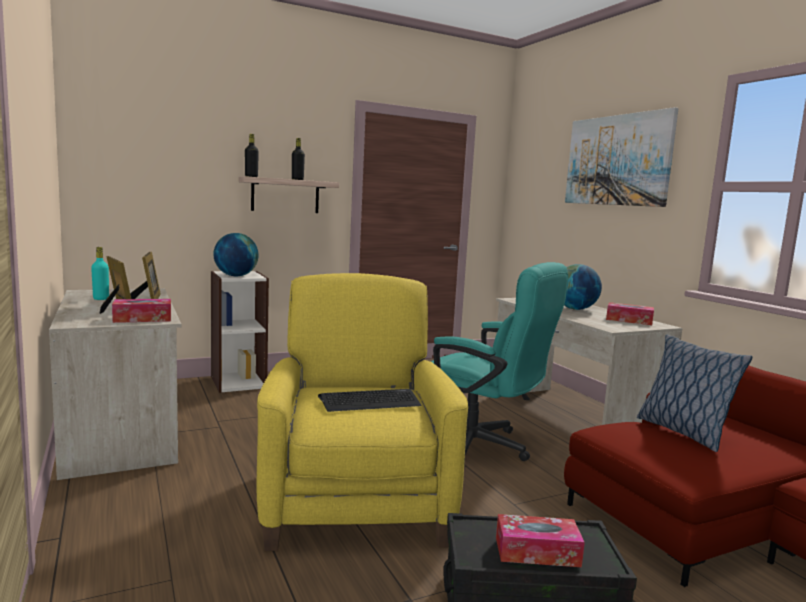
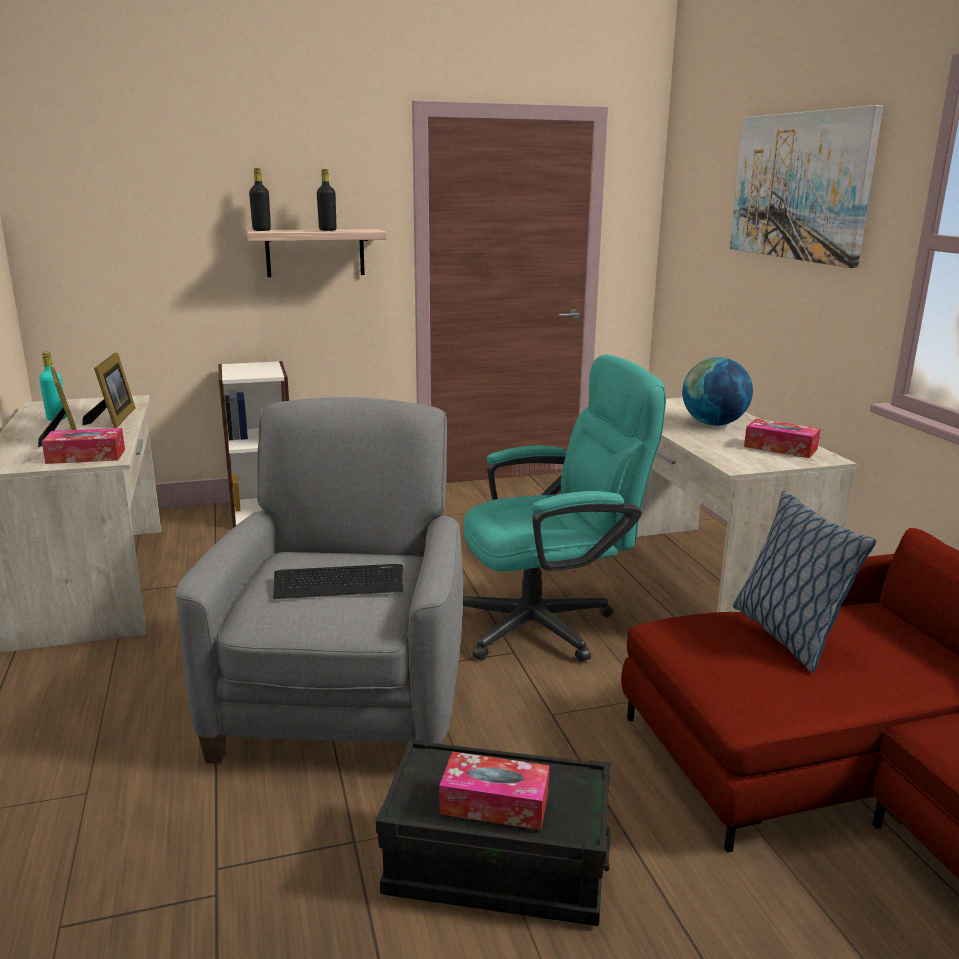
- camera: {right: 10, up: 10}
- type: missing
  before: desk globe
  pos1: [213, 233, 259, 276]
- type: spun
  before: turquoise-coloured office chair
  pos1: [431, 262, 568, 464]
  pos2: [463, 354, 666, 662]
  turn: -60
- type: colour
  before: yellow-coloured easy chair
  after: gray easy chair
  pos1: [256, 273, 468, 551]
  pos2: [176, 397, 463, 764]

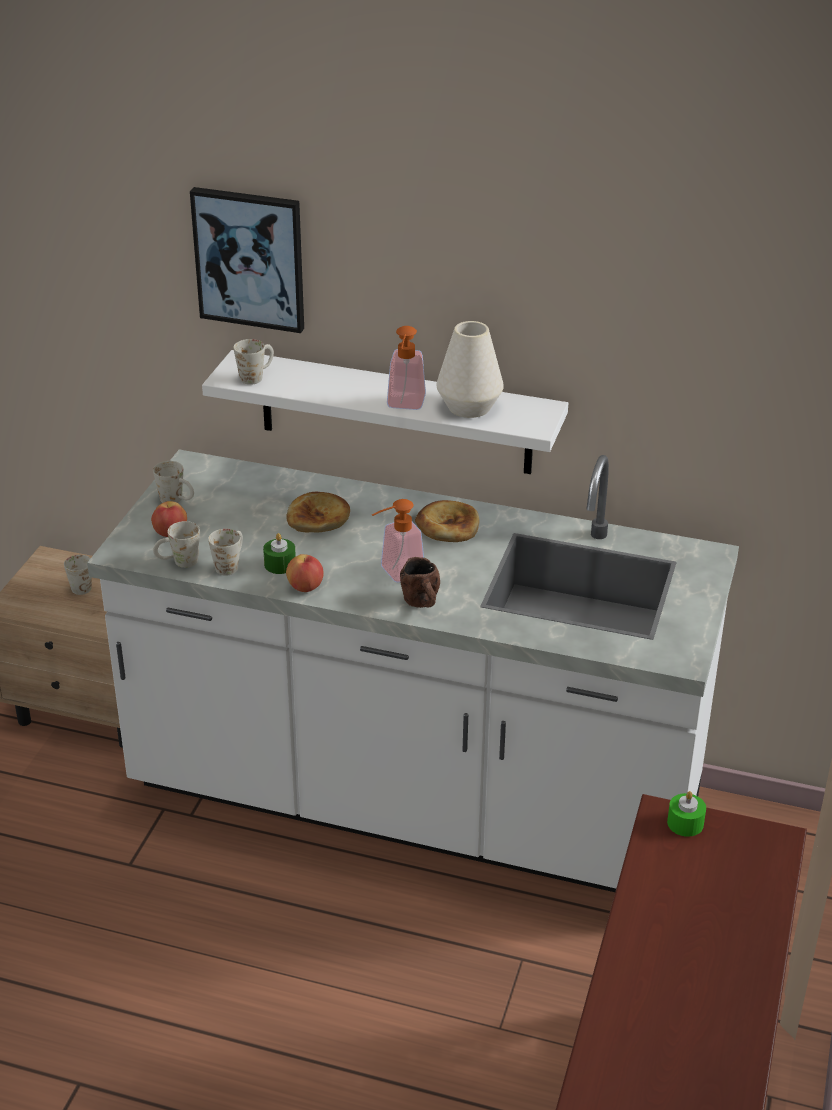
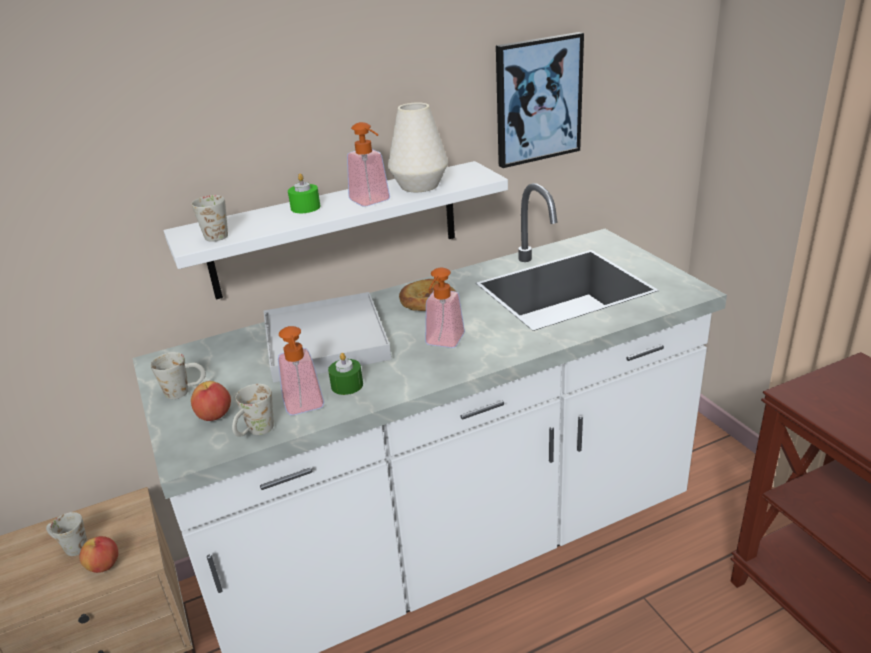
- camera: {right: -40, up: -5}
- type: relocated
  before: picture
  pos1: [190, 187, 304, 333]
  pos2: [496, 32, 584, 168]
- type: exchanged
  before: bakery bread
  after: whitish carrying tray
  pos1: [287, 492, 350, 533]
  pos2: [263, 292, 391, 383]
- type: exchanged
  before: whitish tea mug
  after: soap bottle
  pos1: [208, 529, 243, 575]
  pos2: [278, 326, 324, 415]
- type: relocated
  before: apple
  pos1: [286, 554, 323, 592]
  pos2: [79, 536, 118, 573]
- type: missing
  before: brownish tea mug
  pos1: [400, 557, 440, 608]
- type: relocated
  before: greenish wax light
  pos1: [667, 791, 706, 837]
  pos2: [288, 173, 320, 213]

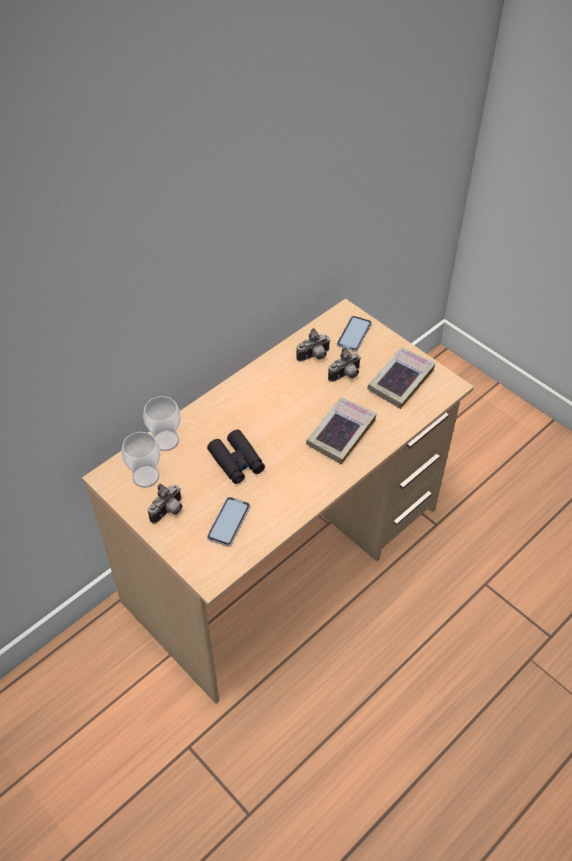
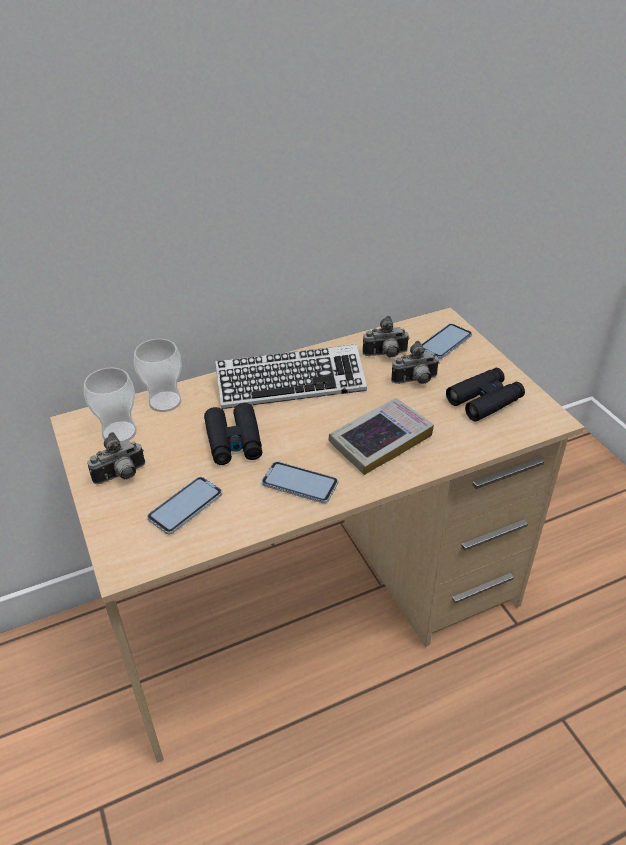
- camera: {right: 20, up: -10}
- type: exchanged
  before: bound book
  after: blackish binoculars
  pos1: [367, 347, 435, 409]
  pos2: [446, 368, 525, 421]
- type: appeared
  after: keyboard
  pos2: [215, 344, 367, 409]
- type: appeared
  after: telephone
  pos2: [262, 461, 338, 503]

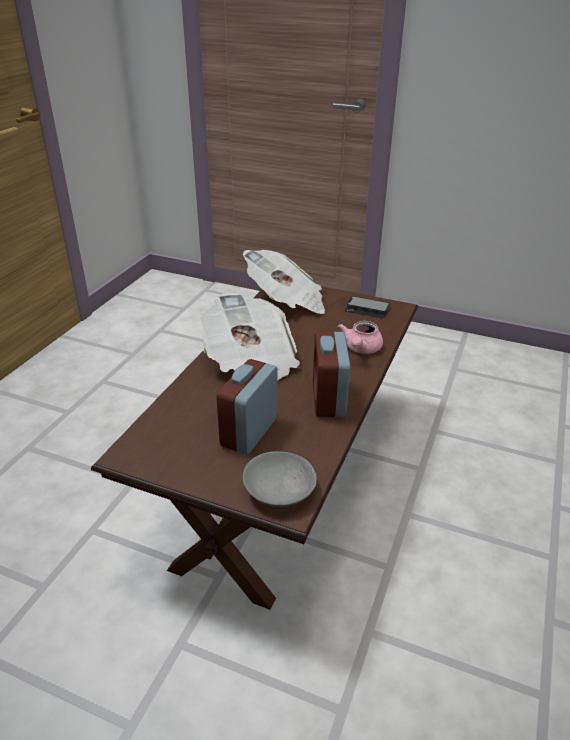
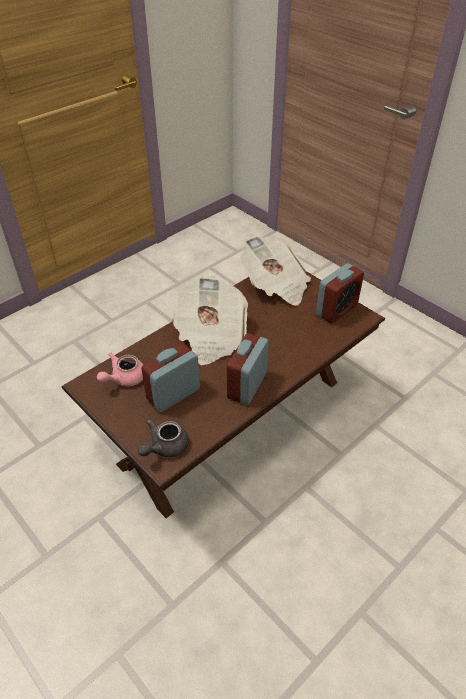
- camera: {right: 25, up: 10}
- type: exchanged
  before: telephone
  after: alarm clock
  pos1: [345, 296, 390, 318]
  pos2: [316, 264, 364, 324]
- type: relocated
  before: pink-coloured tea pot
  pos1: [338, 321, 383, 354]
  pos2: [97, 353, 143, 387]
- type: exchanged
  before: gray serving bowl
  after: gray tea pot
  pos1: [243, 451, 317, 507]
  pos2: [138, 420, 189, 457]

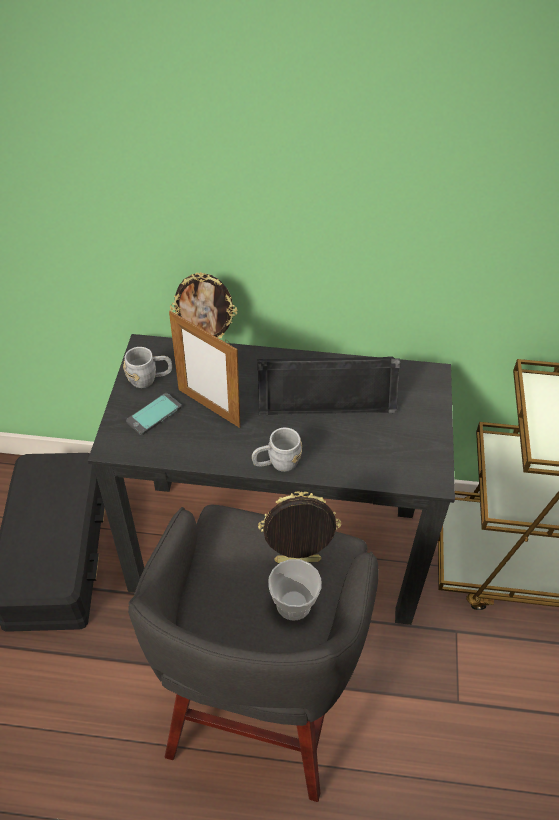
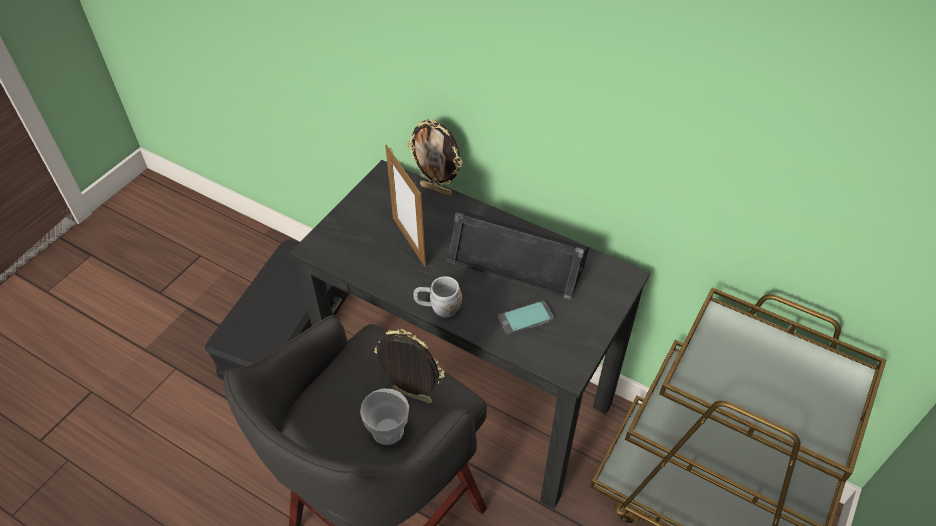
- camera: {right: 25, up: 0}
- type: missing
  before: gray tea mug
  pos1: [123, 347, 172, 388]
- type: relocated
  before: telephone
  pos1: [126, 393, 182, 435]
  pos2: [498, 301, 554, 335]

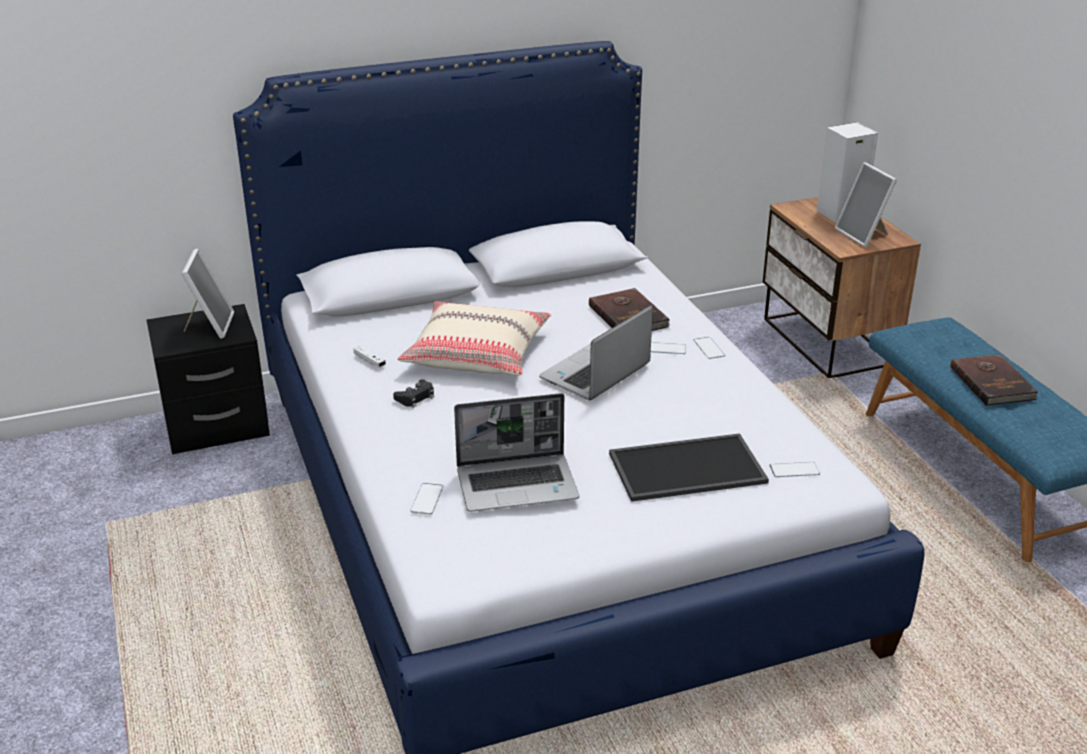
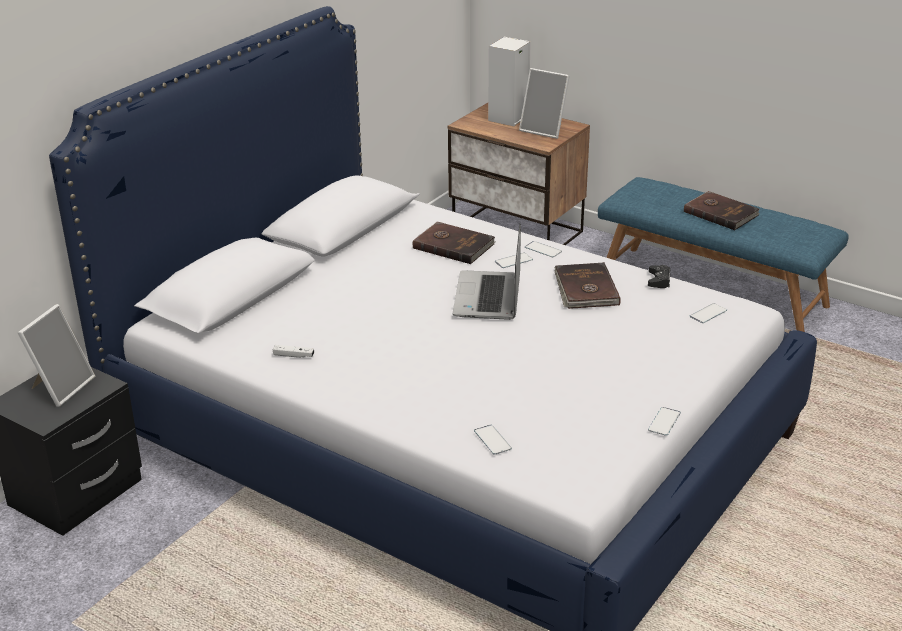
- camera: {right: -35, up: 0}
- type: spun
  before: picture frame
  pos1: [181, 249, 234, 338]
  pos2: [17, 304, 95, 407]
  turn: 60
- type: missing
  before: sand-coloured cushion
  pos1: [398, 301, 551, 375]
- type: relocated
  before: blackish gamepad
  pos1: [393, 379, 434, 408]
  pos2: [648, 265, 670, 288]
- type: missing
  before: laptop
  pos1: [454, 393, 579, 512]
- type: missing
  before: carrying tray
  pos1: [609, 433, 769, 502]
- type: appeared
  after: brownish bound book
  pos2: [554, 262, 621, 309]
- type: appeared
  after: telephone
  pos2: [648, 407, 681, 436]

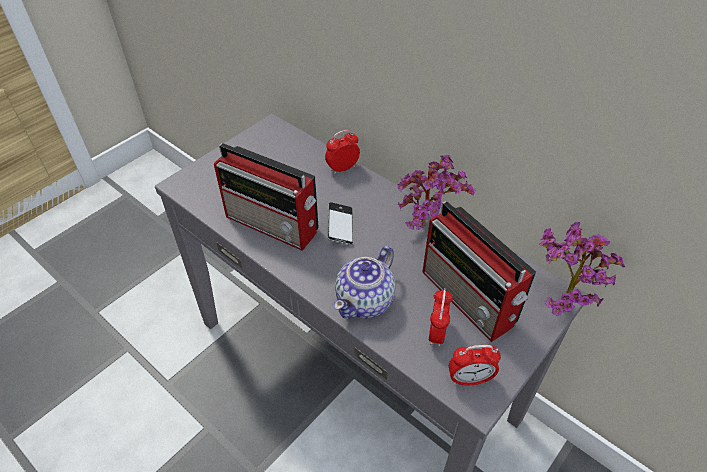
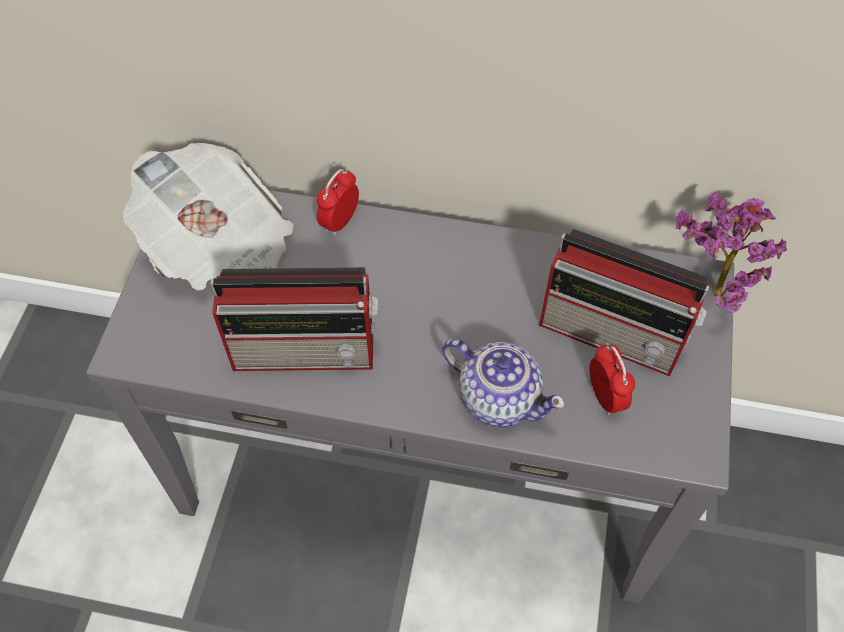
- camera: {right: -30, up: 10}
- type: missing
  before: potted plant
  pos1: [398, 155, 476, 230]
- type: missing
  before: telephone
  pos1: [328, 202, 353, 245]
- type: spun
  before: tea pot
  pos1: [334, 246, 395, 319]
  pos2: [442, 339, 566, 428]
  turn: -60
- type: missing
  before: alarm clock
  pos1: [449, 345, 501, 385]
- type: appeared
  after: printed paper
  pos2: [122, 143, 294, 291]

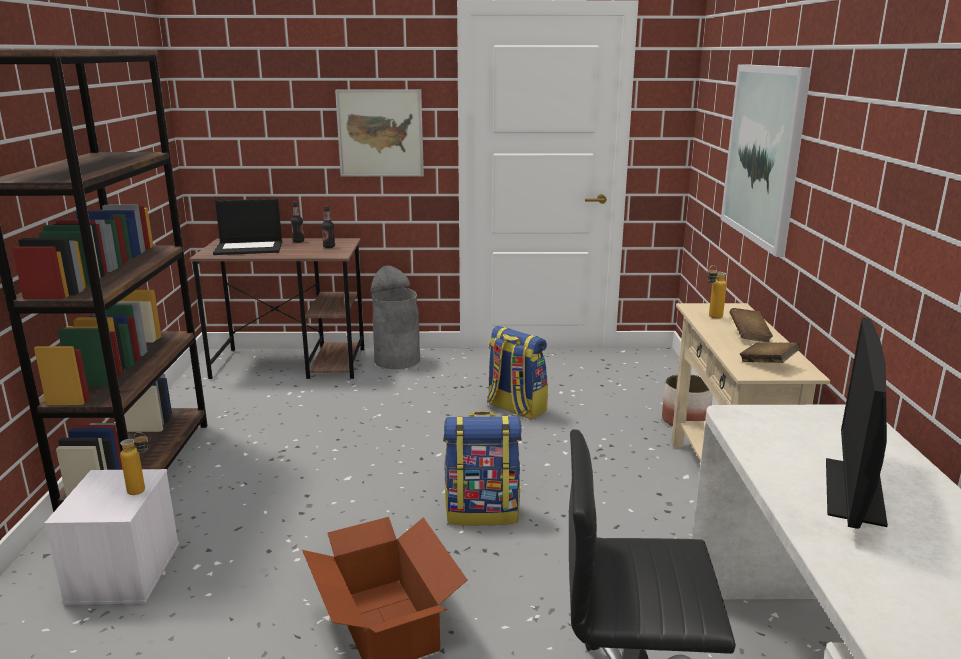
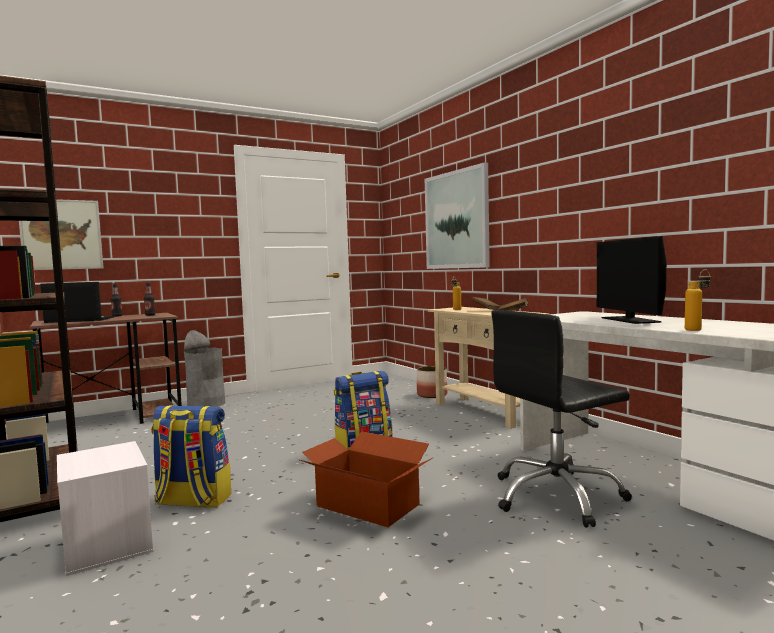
- camera: {right: -30, up: -15}
- type: relocated
  before: picture
  pos1: [335, 89, 424, 177]
  pos2: [19, 199, 104, 270]
- type: spun
  before: laptop
  pos1: [213, 199, 282, 255]
  pos2: [40, 282, 114, 323]
  turn: -150
- type: relocated
  before: knapsack
  pos1: [487, 326, 548, 420]
  pos2: [151, 405, 231, 508]
- type: relocated
  before: bottle
  pos1: [120, 432, 148, 495]
  pos2: [685, 269, 711, 331]

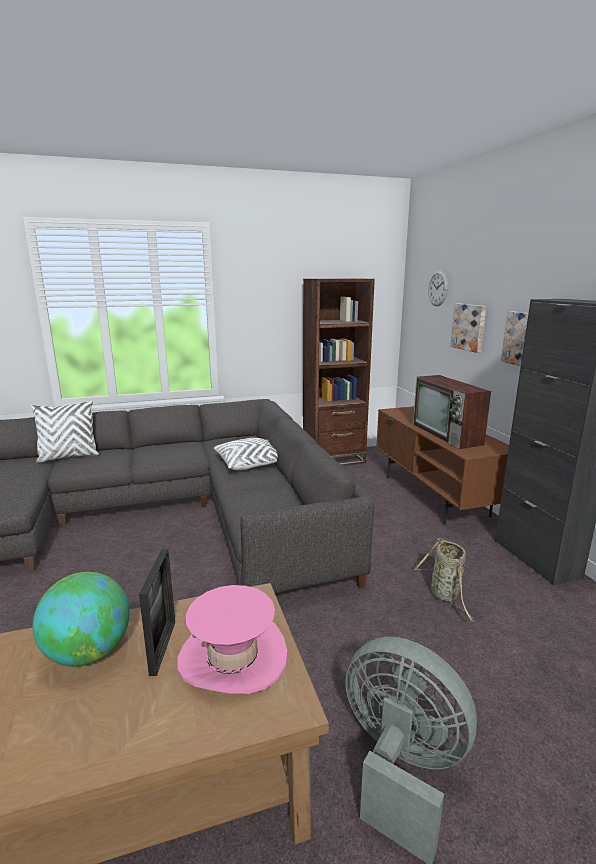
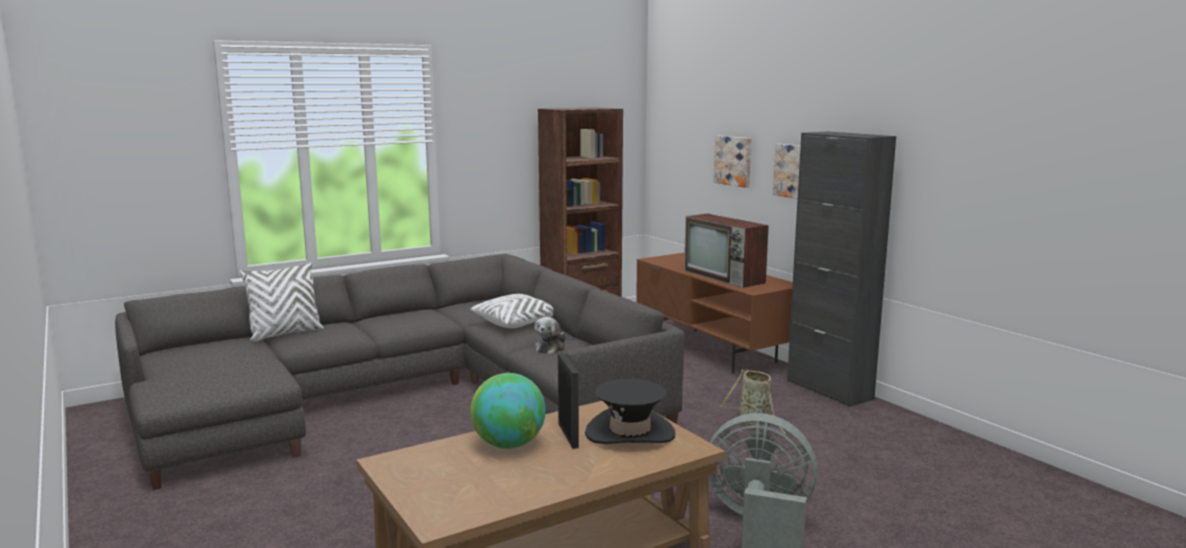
- camera: {right: -15, up: -5}
- type: missing
  before: hanging clock
  pos1: [428, 270, 448, 306]
- type: colour
  before: pink-coloured hat
  after: blackish hat
  pos1: [177, 585, 288, 694]
  pos2: [585, 379, 675, 444]
- type: appeared
  after: cuddly toy
  pos2: [534, 317, 566, 354]

